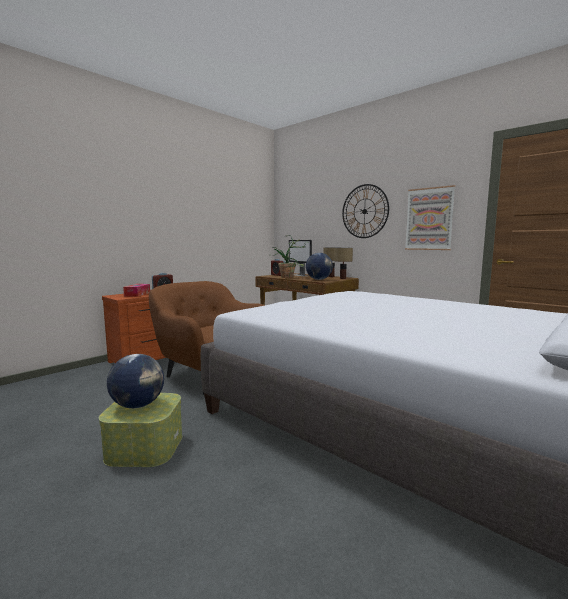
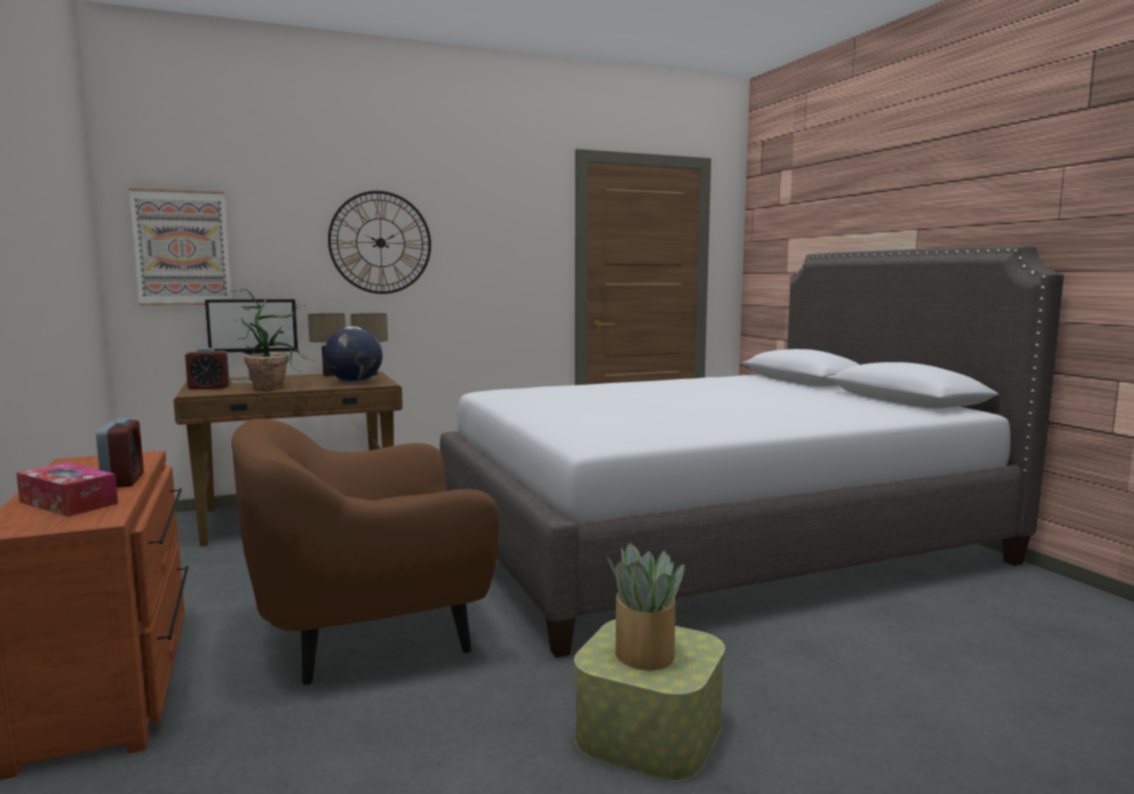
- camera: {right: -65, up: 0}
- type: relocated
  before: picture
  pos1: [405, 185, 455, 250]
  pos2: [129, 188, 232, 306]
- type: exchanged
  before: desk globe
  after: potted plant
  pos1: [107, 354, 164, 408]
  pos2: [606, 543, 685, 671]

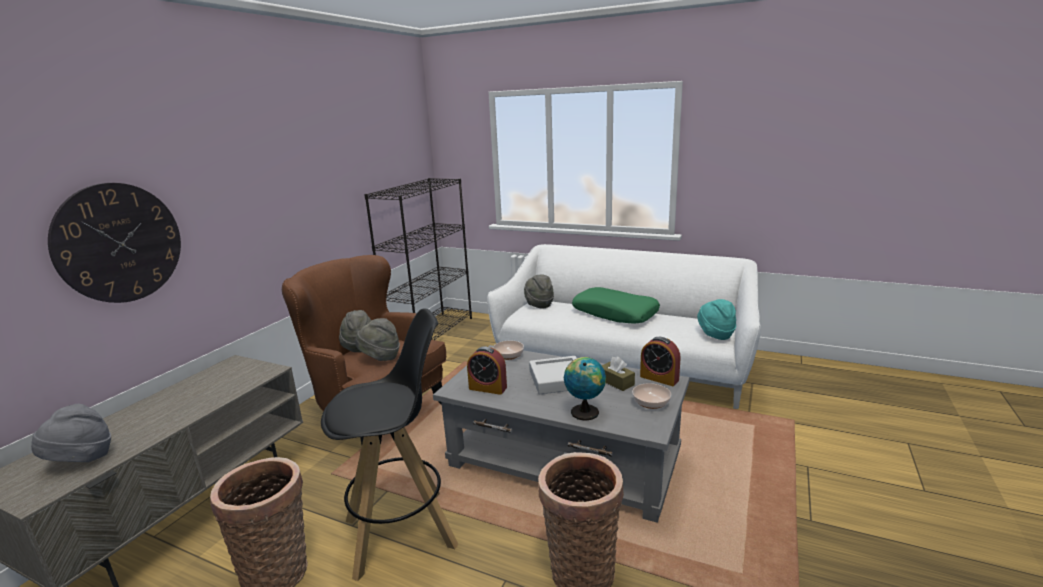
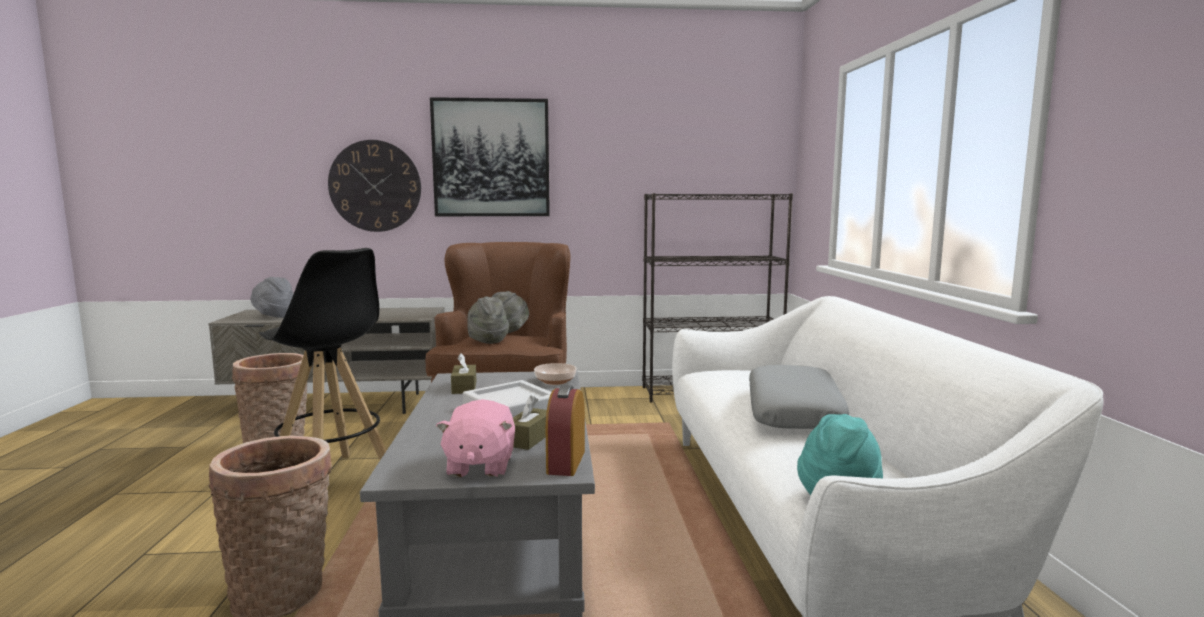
- camera: {right: 60, up: -10}
- type: missing
  before: gray hat
  pos1: [524, 274, 554, 309]
- type: colour
  before: greenish cushion
  after: gray cushion
  pos1: [572, 287, 660, 323]
  pos2: [749, 365, 849, 429]
- type: exchanged
  before: alarm clock
  after: brownish tissue holder
  pos1: [467, 347, 507, 395]
  pos2: [451, 353, 476, 394]
- type: missing
  before: desk globe
  pos1: [564, 357, 606, 421]
- type: exchanged
  before: serving bowl
  after: pink-coloured cuddly toy
  pos1: [632, 383, 671, 409]
  pos2: [436, 399, 515, 477]
- type: appeared
  after: picture
  pos2: [430, 97, 550, 216]

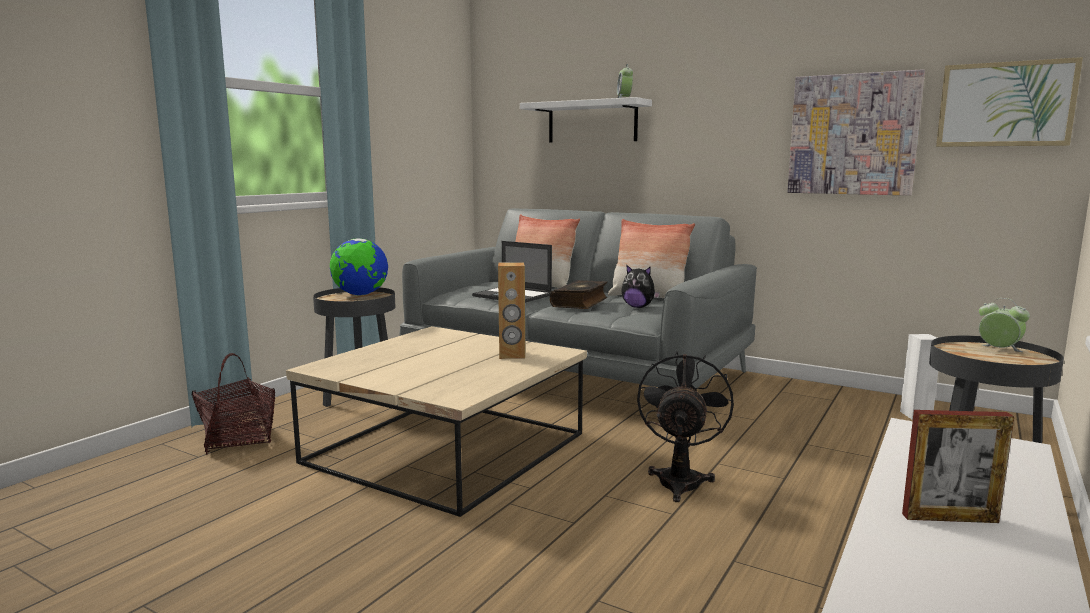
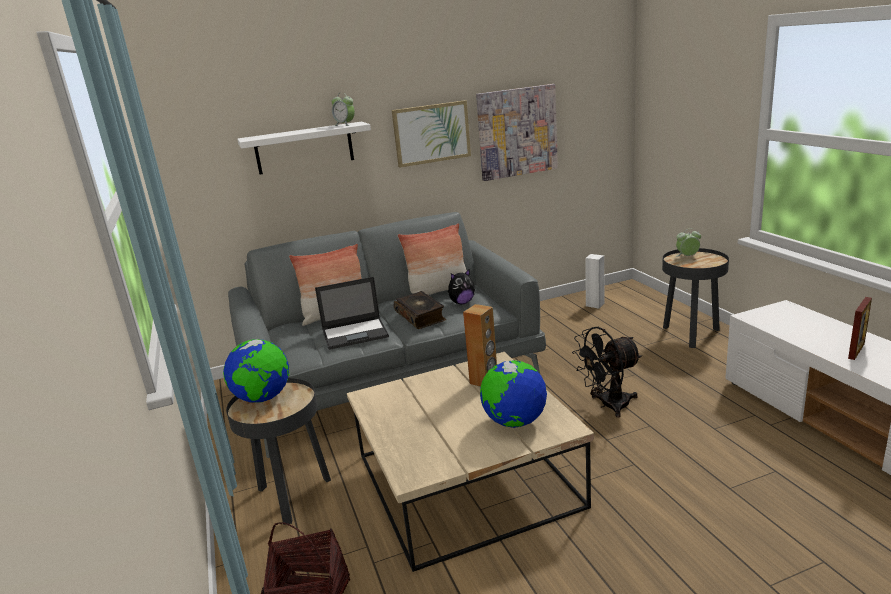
- camera: {right: -50, up: 10}
- type: relocated
  before: picture
  pos1: [936, 57, 1083, 147]
  pos2: [392, 100, 471, 168]
- type: spun
  before: blackish fan
  pos1: [637, 351, 734, 502]
  pos2: [572, 327, 642, 417]
  turn: -75
- type: appeared
  after: desk globe
  pos2: [480, 360, 547, 428]

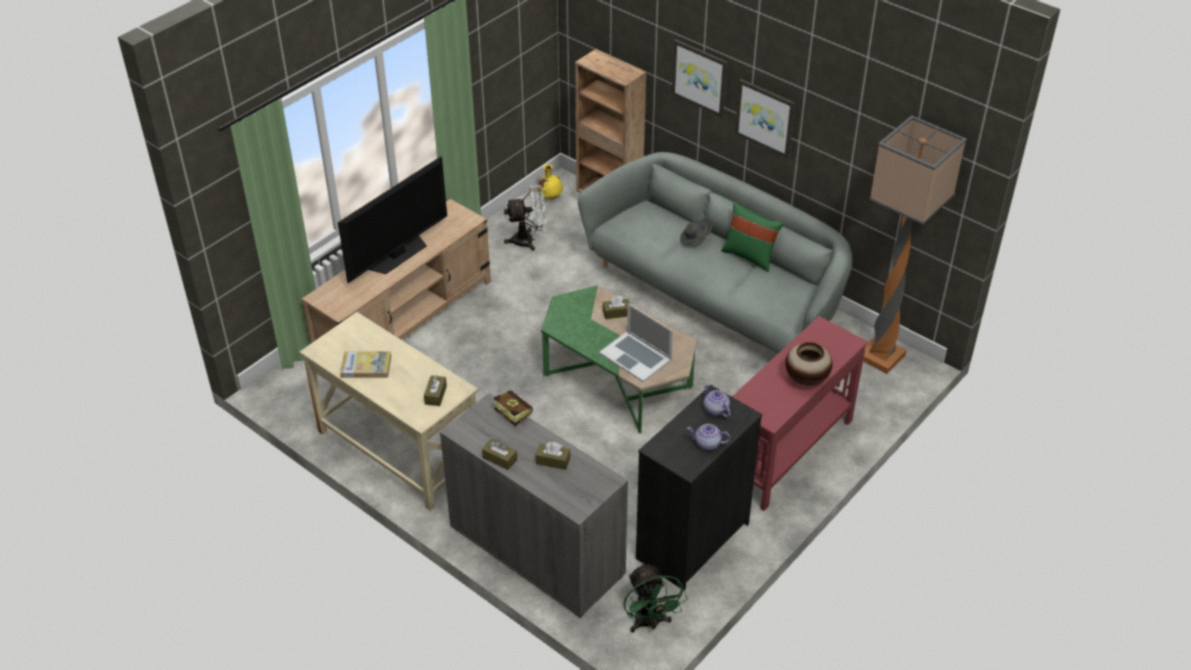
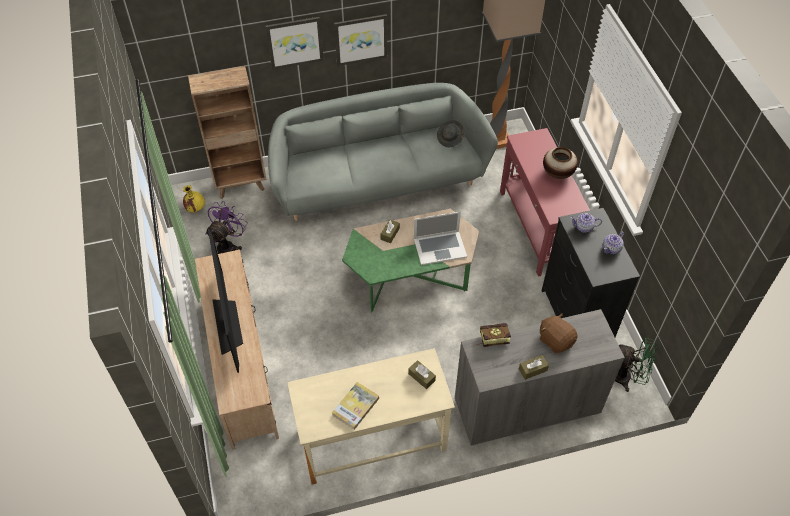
- camera: {right: -55, up: 10}
- type: colour
  before: whitish fan
  after: purple fan
  pos1: [504, 185, 547, 251]
  pos2: [205, 201, 248, 254]
- type: missing
  before: greenish cushion
  pos1: [721, 201, 784, 272]
- type: relocated
  before: gray hat
  pos1: [680, 219, 713, 245]
  pos2: [437, 120, 464, 147]
- type: exchanged
  before: brownish tissue holder
  after: brownish cuddly toy
  pos1: [536, 442, 570, 470]
  pos2: [540, 313, 578, 353]

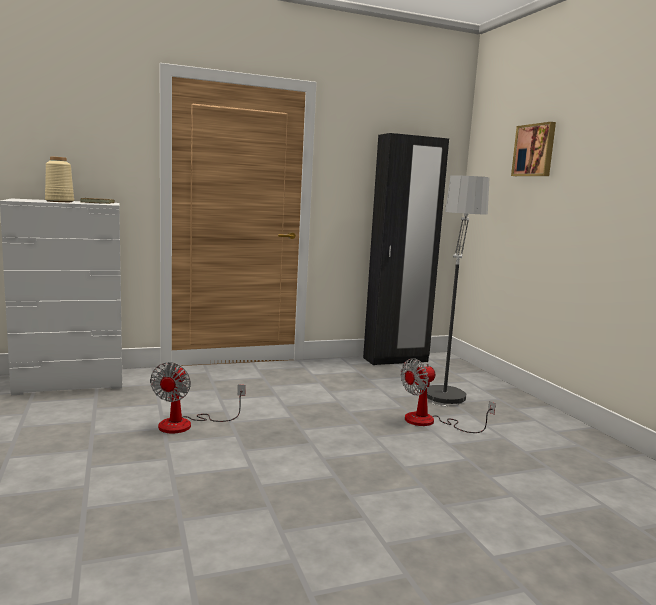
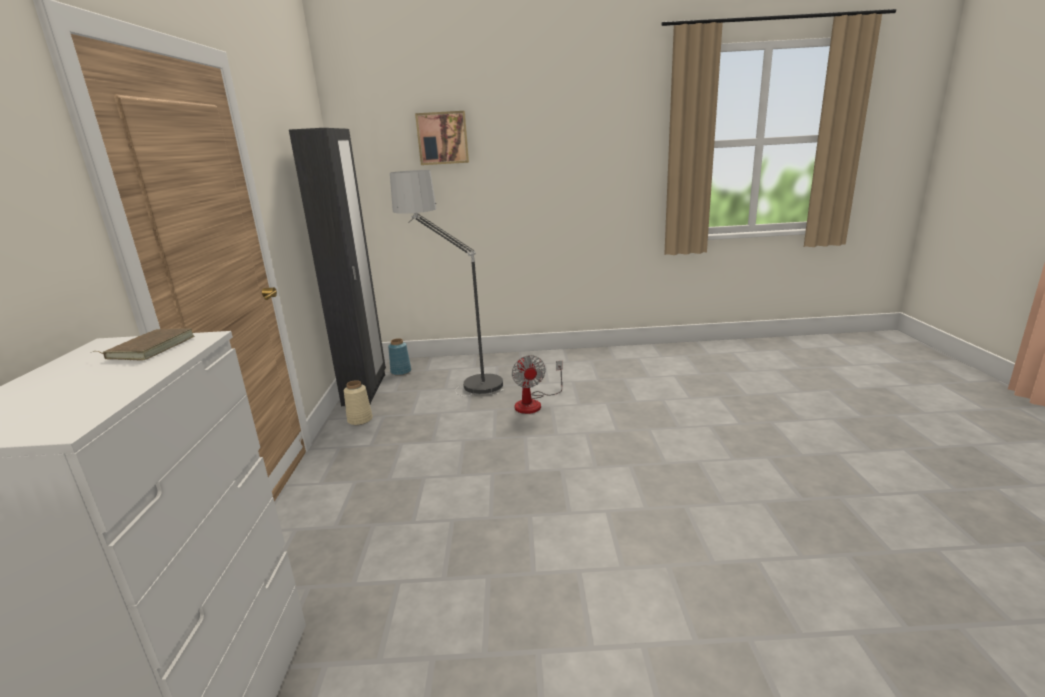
- camera: {right: -70, up: 10}
- type: relocated
  before: sand-coloured decorative vase
  pos1: [45, 157, 74, 202]
  pos2: [344, 380, 373, 425]
- type: missing
  before: fan
  pos1: [150, 362, 246, 433]
- type: appeared
  after: blue-coloured decorative vase
  pos2: [388, 338, 411, 376]

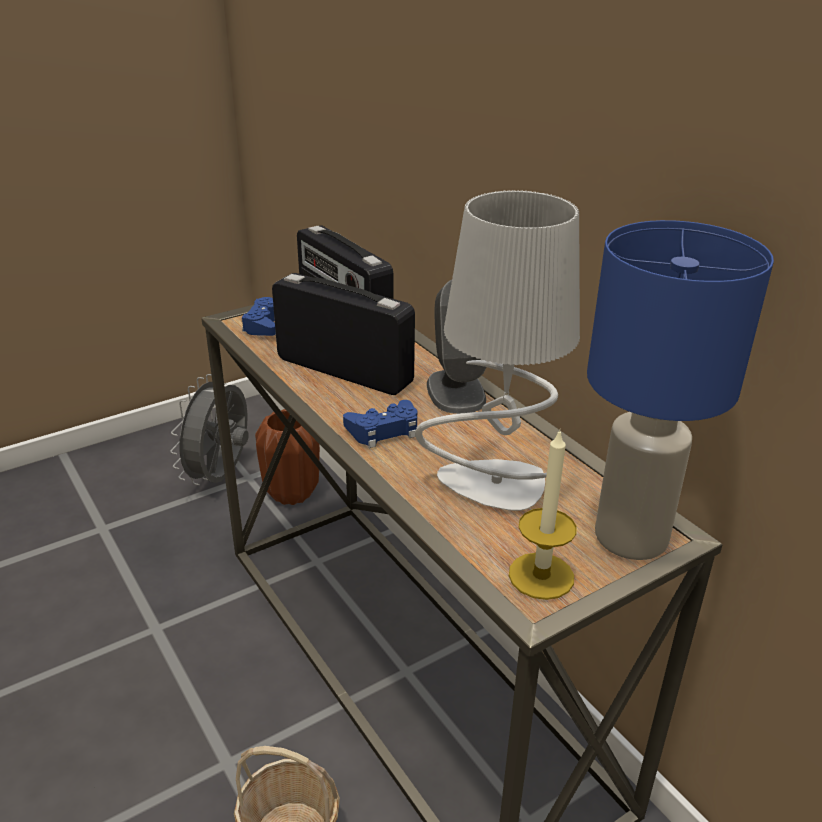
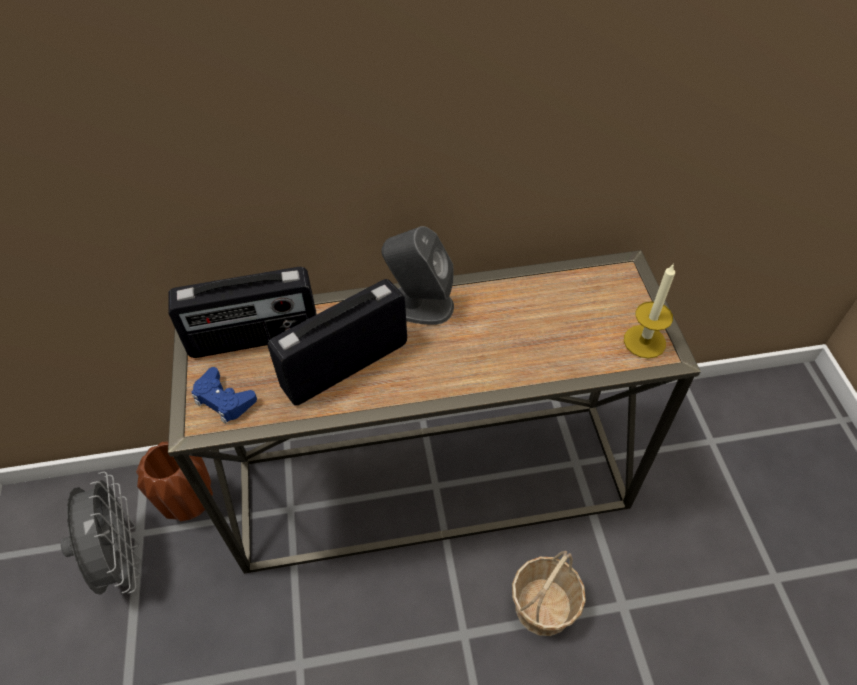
- camera: {right: -65, up: 20}
- type: missing
  before: gray lamp for a table
  pos1: [415, 190, 580, 511]
- type: missing
  before: blue-coloured lamp for a table
  pos1: [587, 220, 774, 560]
- type: spun
  before: gray fan
  pos1: [170, 374, 249, 485]
  pos2: [61, 472, 142, 595]
  turn: -150
- type: missing
  before: blue-coloured gamepad
  pos1: [343, 400, 417, 448]

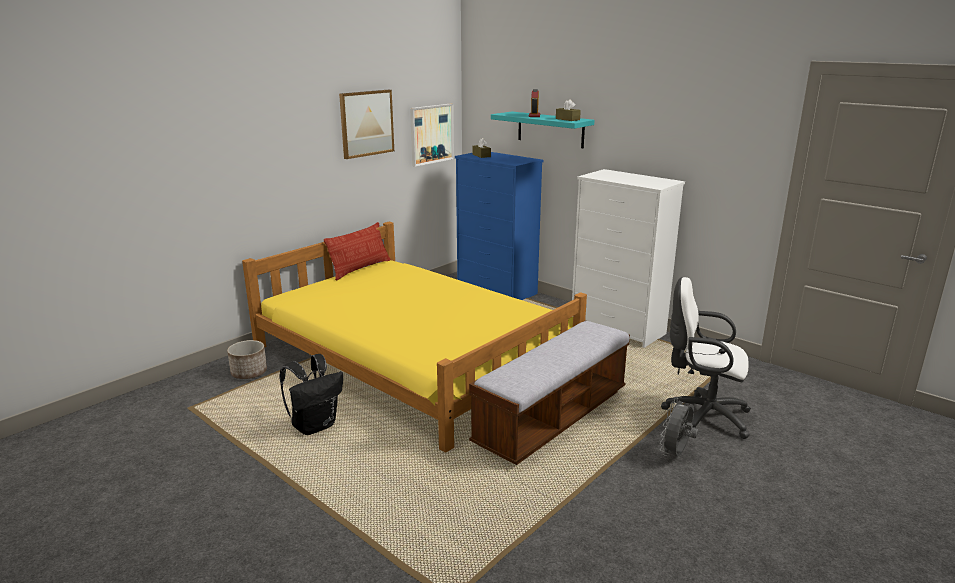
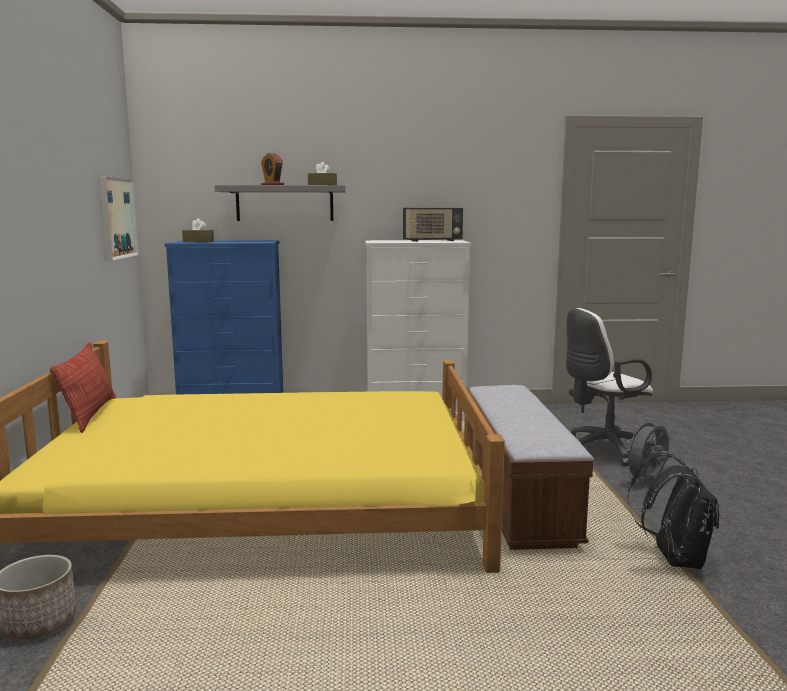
- camera: {right: -45, up: -10}
- type: missing
  before: picture
  pos1: [339, 90, 394, 159]
- type: colour
  before: turquoise-coloured shelf
  after: gray shelf
  pos1: [491, 111, 595, 148]
  pos2: [214, 185, 346, 221]
- type: relocated
  before: blackish knapsack
  pos1: [280, 354, 343, 435]
  pos2: [628, 452, 719, 569]
- type: spun
  before: gray fan
  pos1: [660, 396, 699, 456]
  pos2: [623, 418, 669, 481]
  turn: 60
- type: appeared
  after: radio receiver
  pos2: [403, 208, 463, 242]

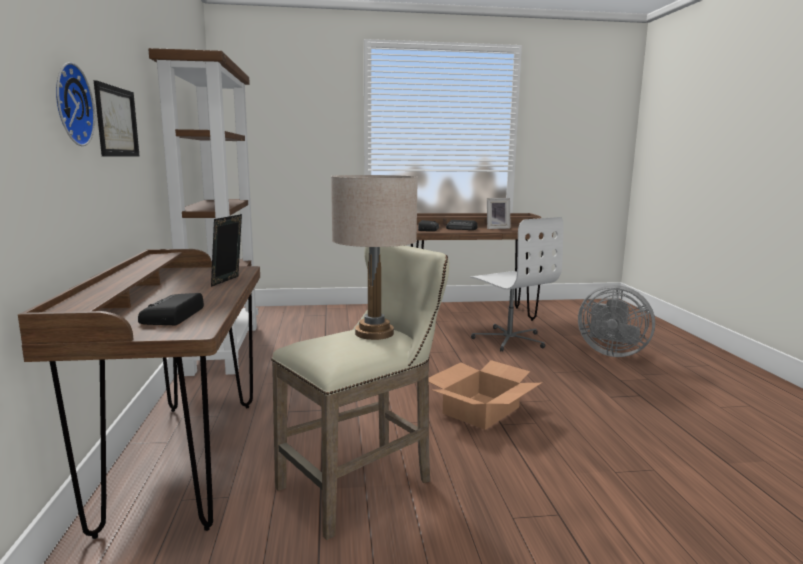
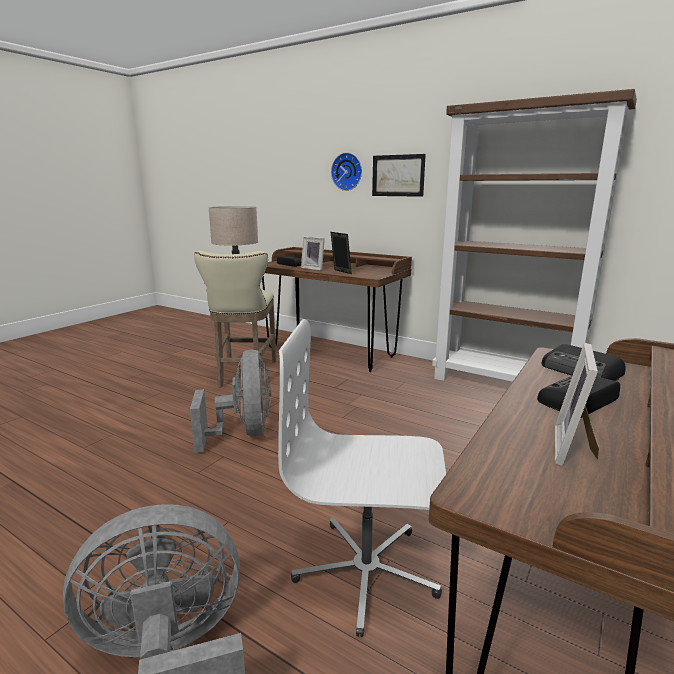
- camera: {right: 130, up: 5}
- type: exchanged
  before: packing box
  after: gray fan
  pos1: [428, 360, 541, 430]
  pos2: [190, 350, 271, 453]
- type: appeared
  after: picture frame
  pos2: [301, 237, 325, 271]

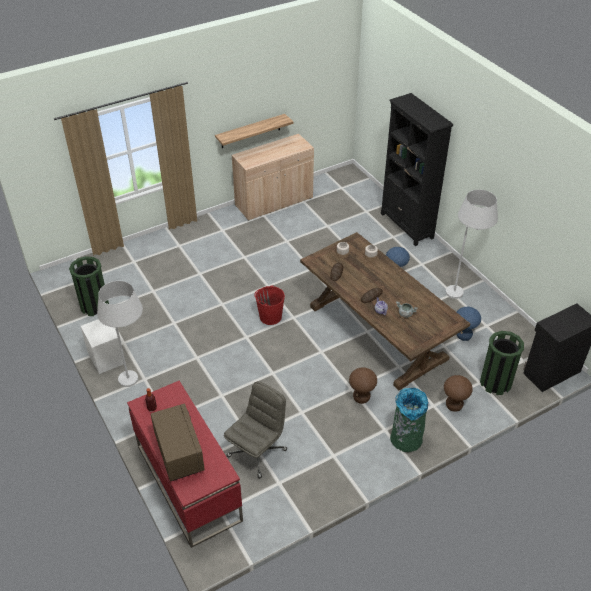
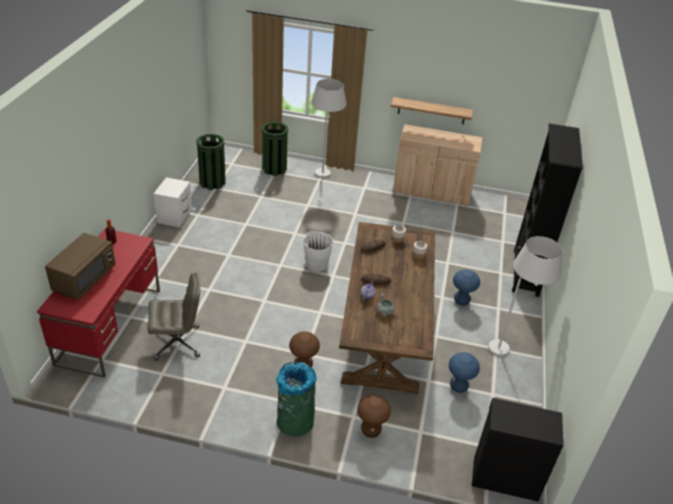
- camera: {right: 40, up: -5}
- type: relocated
  before: whitish standard lamp
  pos1: [97, 281, 143, 387]
  pos2: [311, 79, 346, 178]
- type: colour
  before: red water bucket
  after: whitish water bucket
  pos1: [254, 285, 285, 325]
  pos2: [304, 231, 333, 272]
- type: relocated
  before: greenish waste bin
  pos1: [480, 331, 524, 395]
  pos2: [262, 122, 288, 176]

